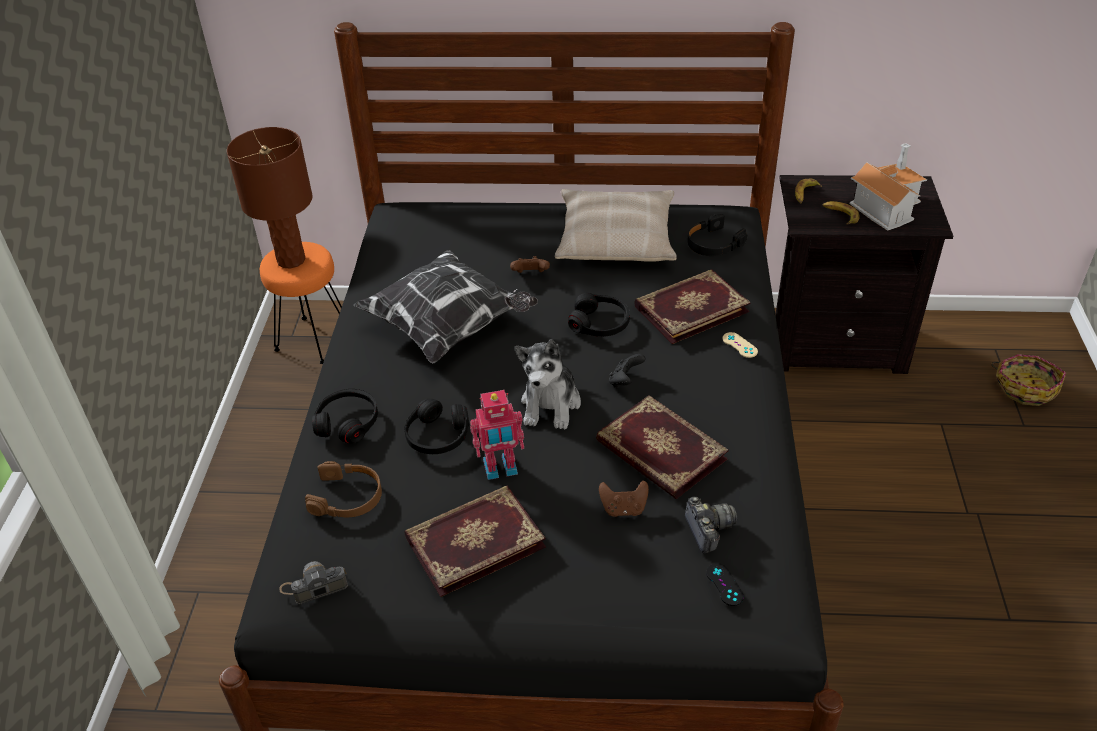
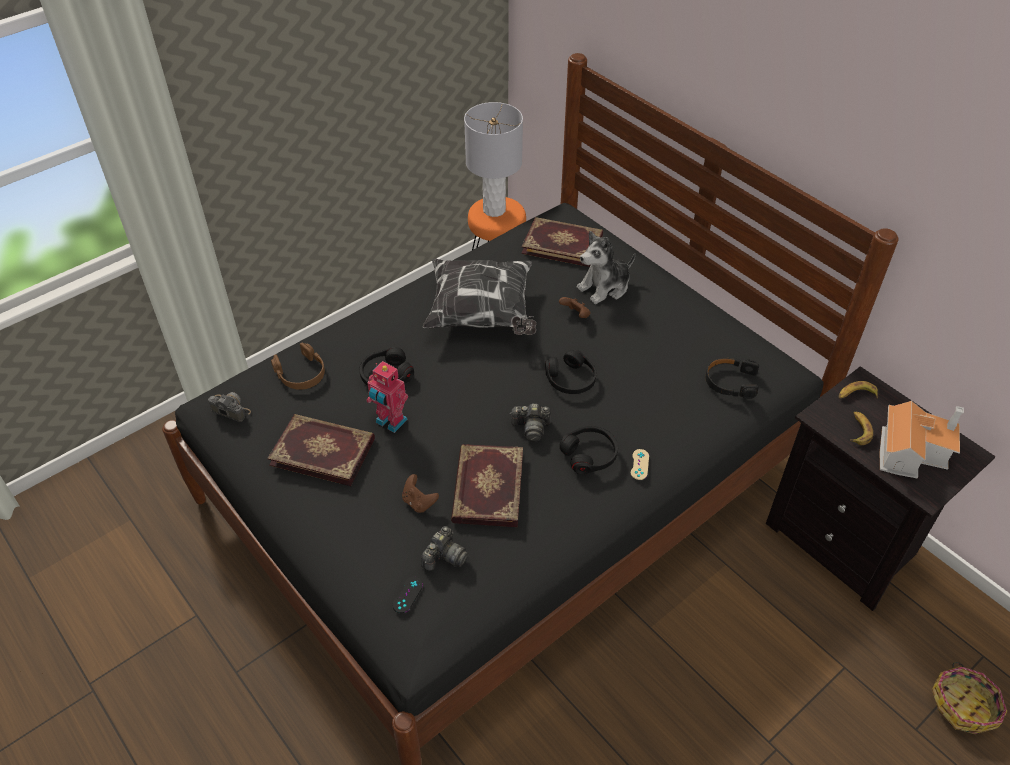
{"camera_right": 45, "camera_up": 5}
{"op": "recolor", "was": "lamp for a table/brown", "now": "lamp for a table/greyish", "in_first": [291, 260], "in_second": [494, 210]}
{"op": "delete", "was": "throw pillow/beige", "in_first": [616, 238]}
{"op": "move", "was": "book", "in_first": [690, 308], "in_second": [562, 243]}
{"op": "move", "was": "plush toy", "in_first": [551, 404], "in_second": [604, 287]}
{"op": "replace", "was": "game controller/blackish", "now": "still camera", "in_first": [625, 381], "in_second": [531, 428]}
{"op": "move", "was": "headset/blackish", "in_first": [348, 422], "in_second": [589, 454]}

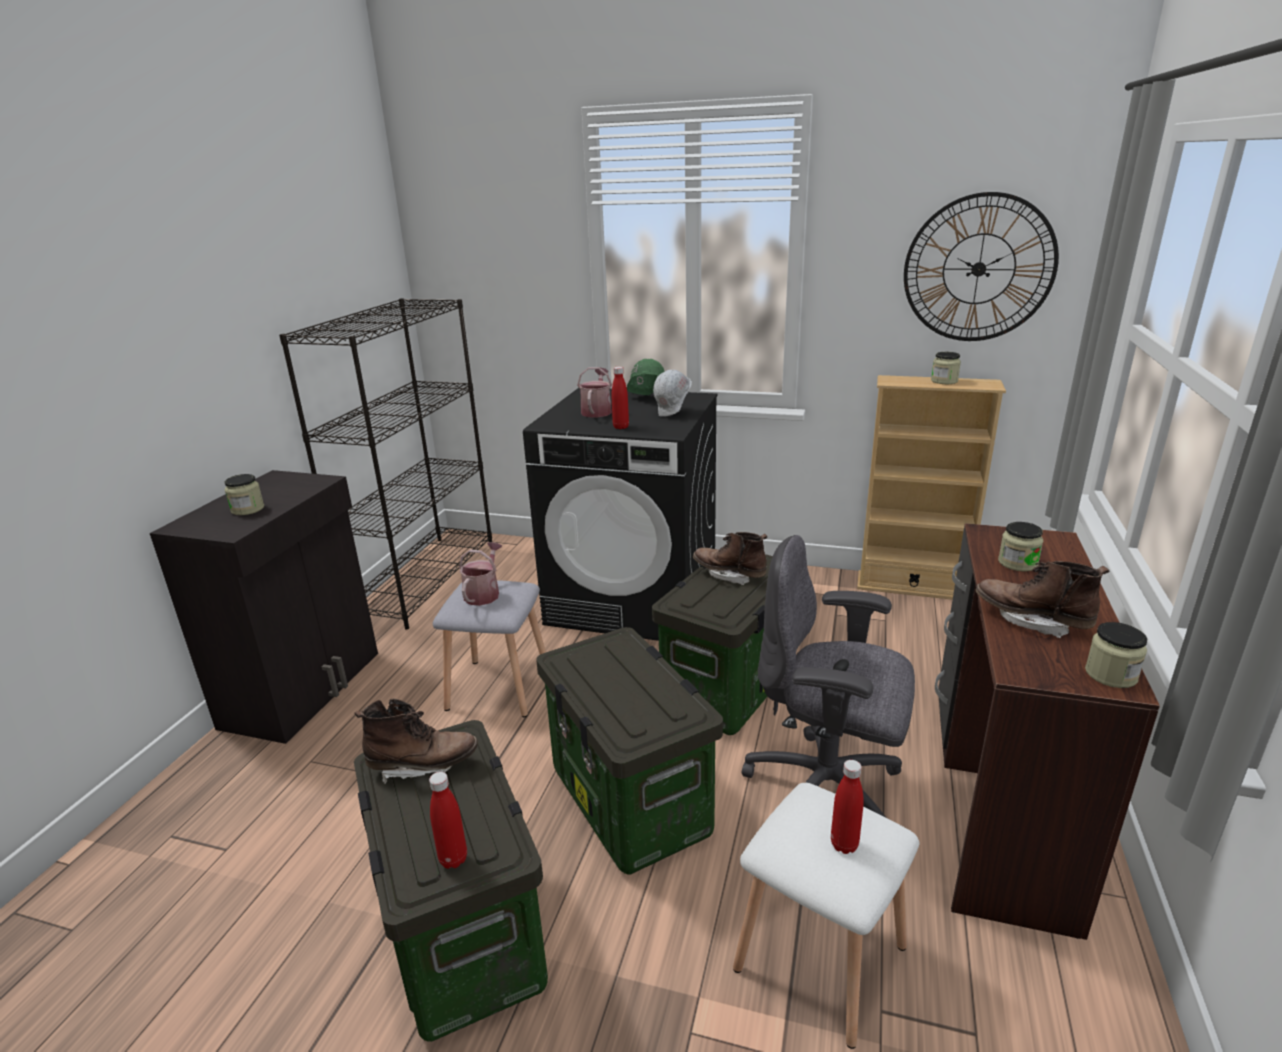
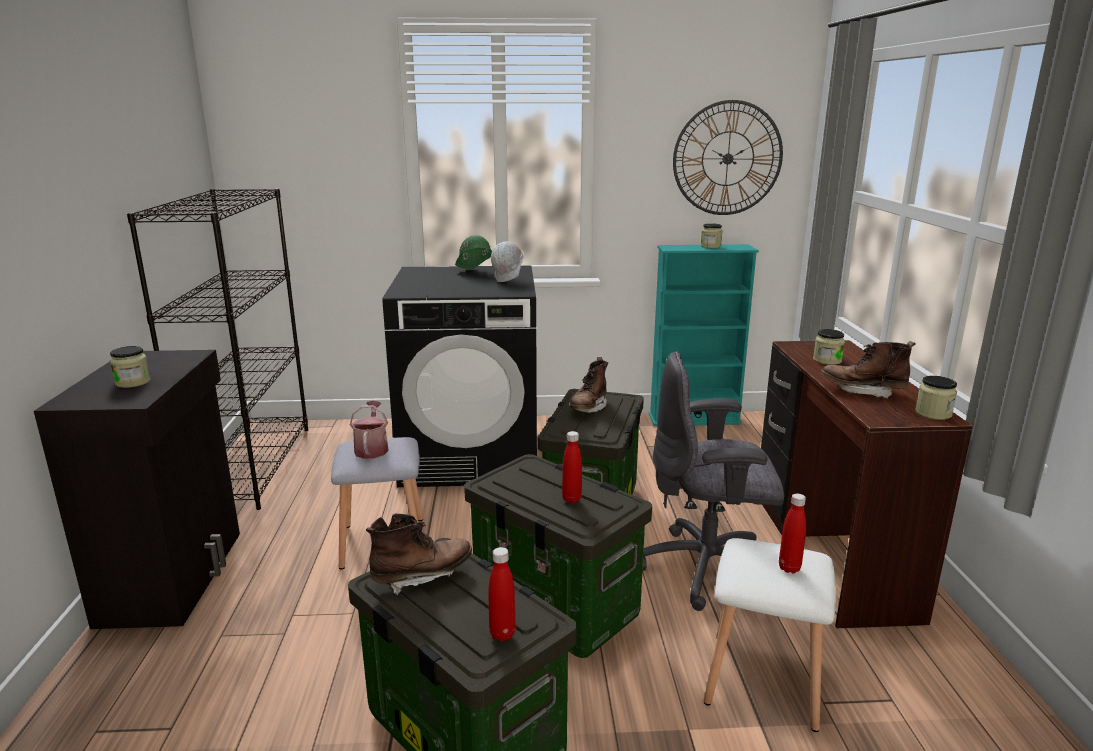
{"camera_right": -20, "camera_up": -5}
{"op": "move", "was": "bottle/reddish", "in_first": [621, 427], "in_second": [571, 499]}
{"op": "delete", "was": "sprinkling can", "in_first": [597, 411]}
{"op": "recolor", "was": "bookcase/beige", "now": "bookcase/turquoise", "in_first": [912, 586], "in_second": [694, 419]}
{"op": "rotate", "was": "boot/brown", "in_first": [729, 574], "in_second": [588, 407], "clockwise": -75}

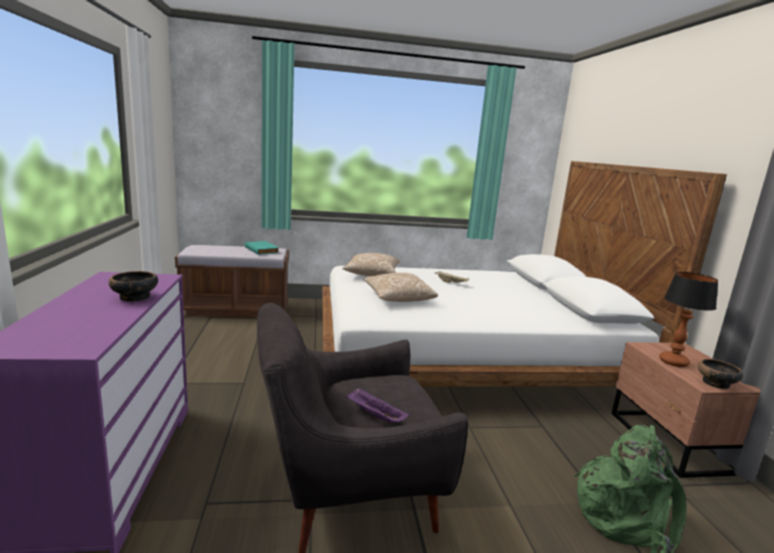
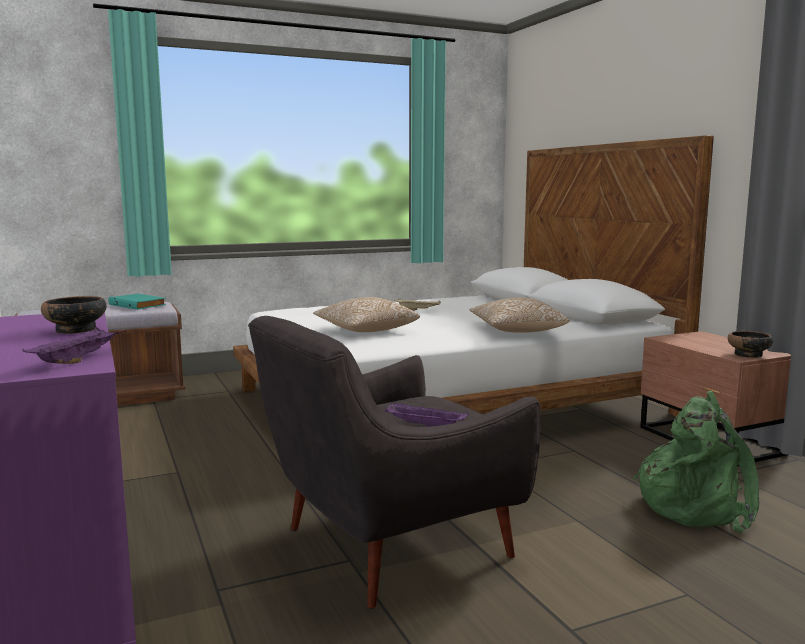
{"camera_right": -15, "camera_up": -5}
{"op": "move", "was": "throw pillow", "in_first": [371, 275], "in_second": [516, 331]}
{"op": "delete", "was": "lamp for a table", "in_first": [673, 362]}
{"op": "insert", "now": "tray/purple-coloured", "in_second": [78, 359]}

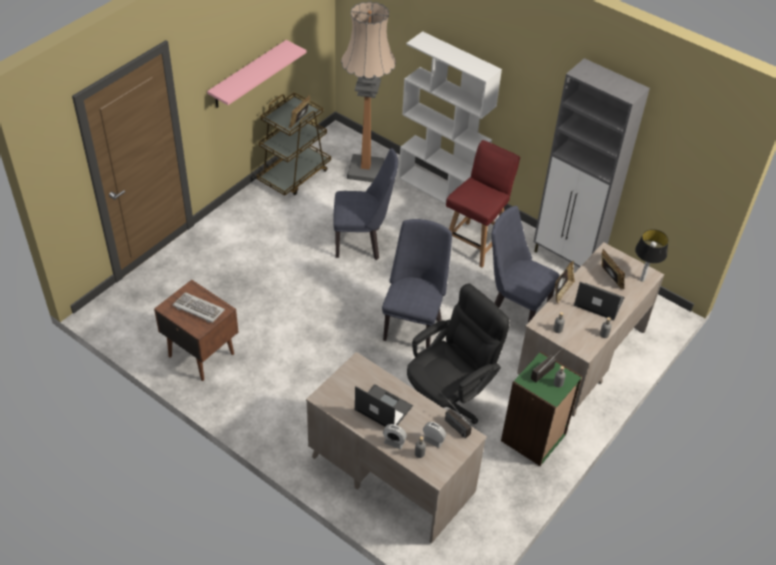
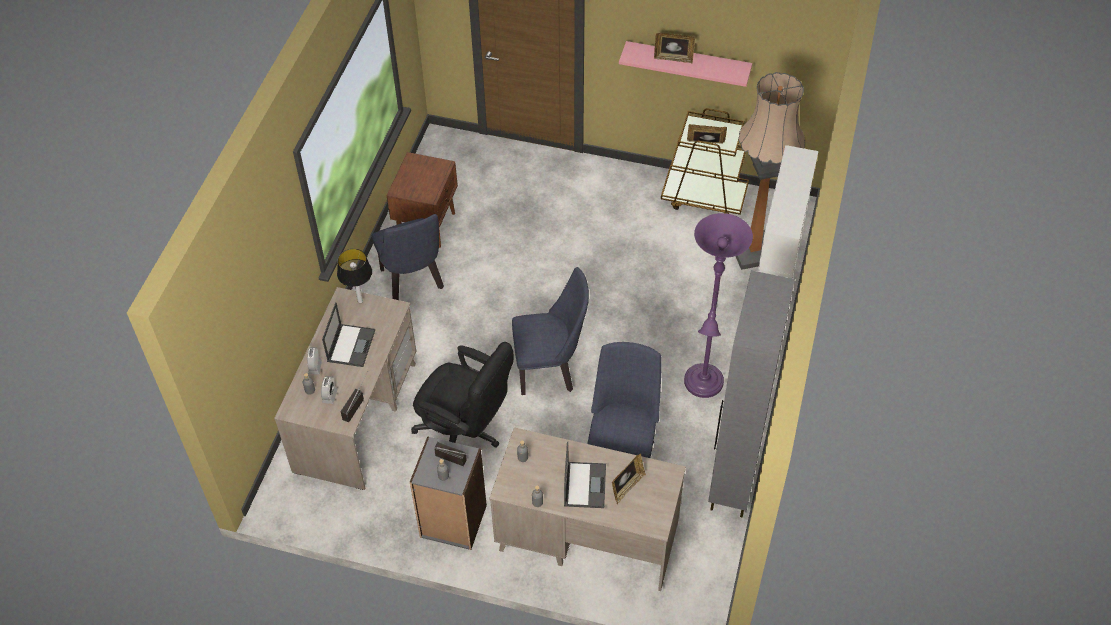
{"camera_right": 70, "camera_up": 5}
{"op": "replace", "was": "chair/reddish", "now": "standing lamp/purple-coloured", "in_first": [475, 243], "in_second": [703, 386]}
{"op": "move", "was": "chair/blue", "in_first": [363, 242], "in_second": [413, 283]}
{"op": "move", "was": "lamp for a table", "in_first": [642, 280], "in_second": [360, 301]}
{"op": "move", "was": "photo frame", "in_first": [562, 291], "in_second": [673, 58]}
{"op": "delete", "was": "computer keyboard", "in_first": [198, 309]}
{"op": "recolor", "was": "bookcase/greenish", "now": "bookcase/greyish", "in_first": [534, 438], "in_second": [453, 522]}

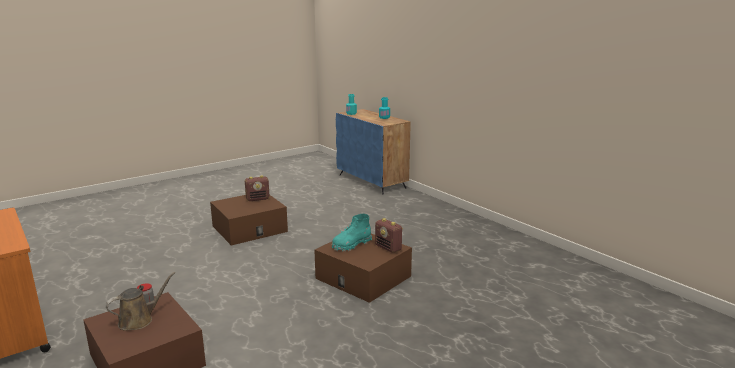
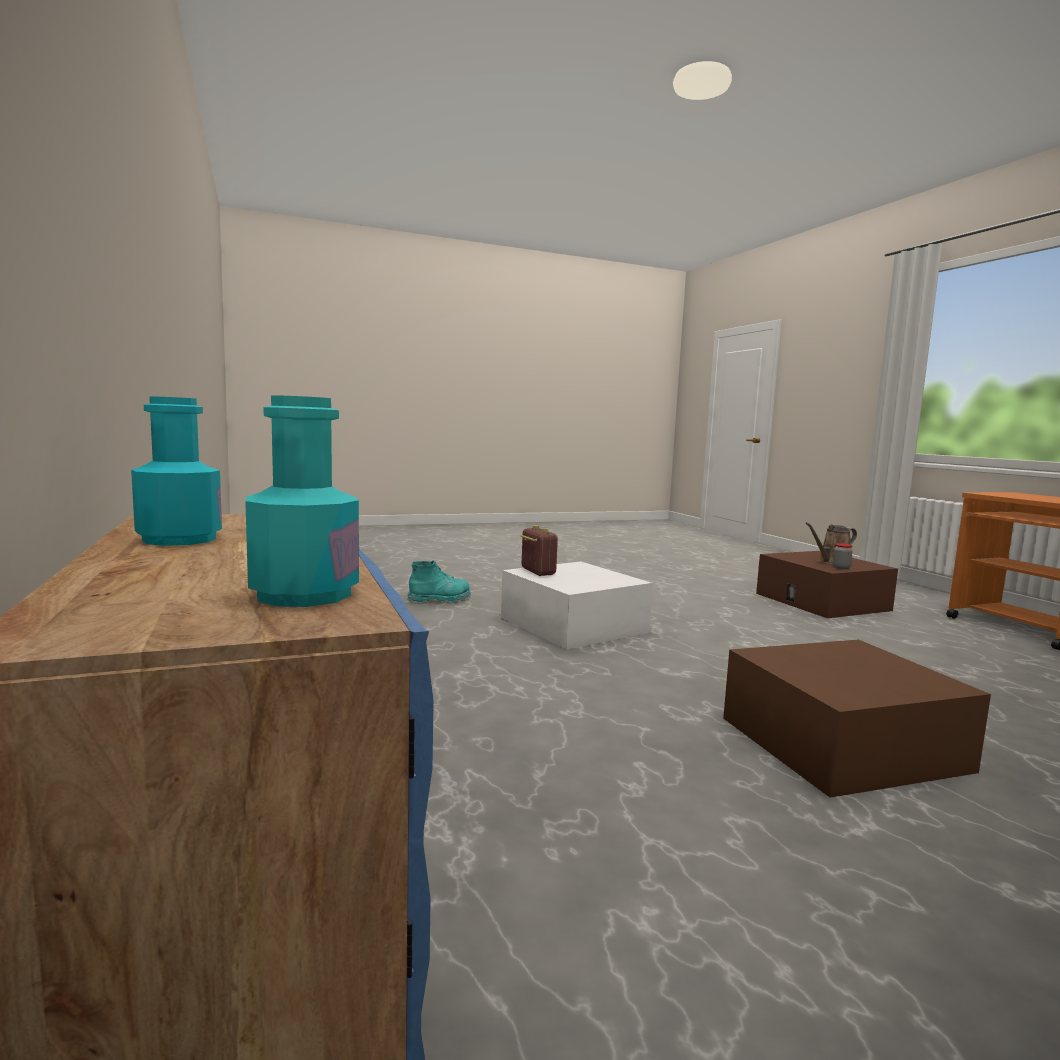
{"camera_right": -165, "camera_up": -10}
{"op": "delete", "was": "radio receiver", "in_first": [258, 199]}
{"op": "move", "was": "boot/turquoise", "in_first": [351, 245], "in_second": [440, 600]}
{"op": "recolor", "was": "storage bin/brown", "now": "storage bin/white", "in_first": [363, 277], "in_second": [573, 625]}

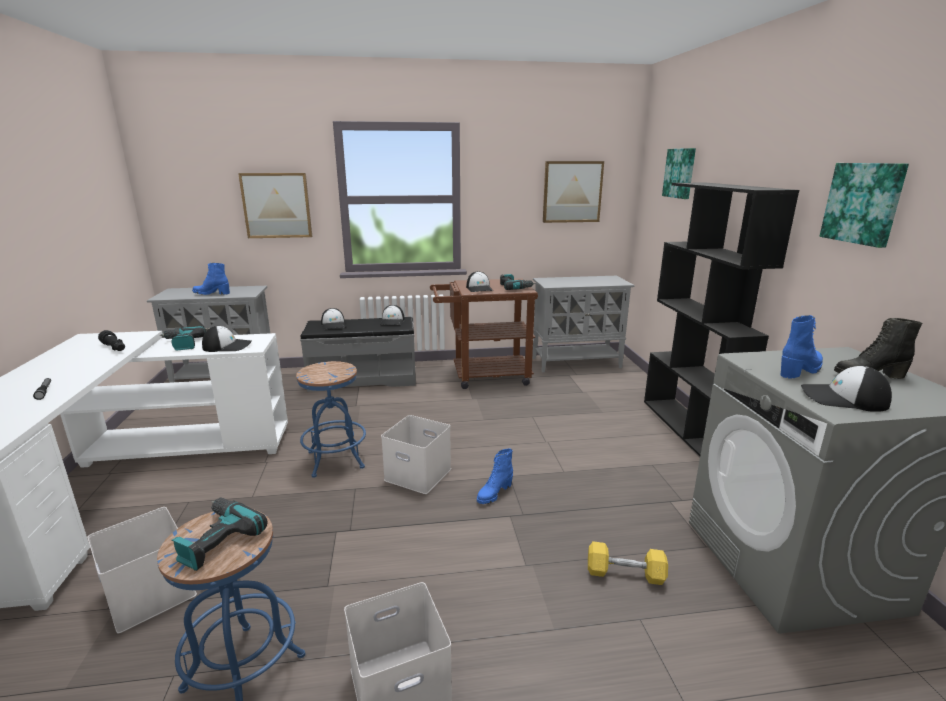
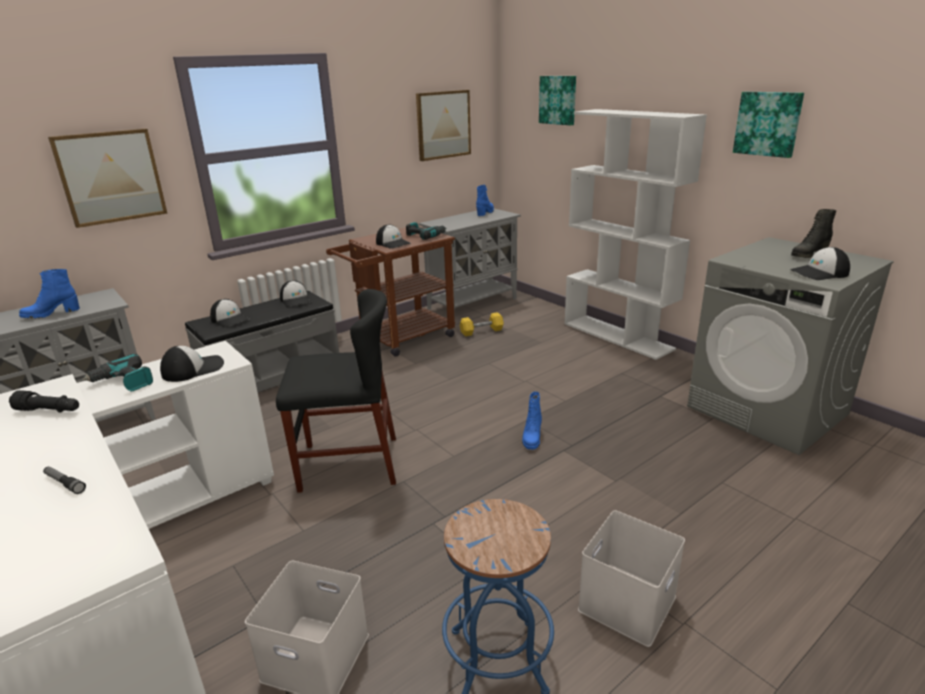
{"camera_right": -30, "camera_up": 5}
{"op": "recolor", "was": "bookcase/blackish", "now": "bookcase/white", "in_first": [689, 428], "in_second": [618, 336]}
{"op": "move", "was": "boot/blue", "in_first": [800, 370], "in_second": [485, 212]}
{"op": "replace", "was": "stool/blue", "now": "chair/blackish", "in_first": [336, 460], "in_second": [349, 464]}
{"op": "delete", "was": "storage bin/white", "in_first": [419, 474]}
{"op": "delete", "was": "electric drill", "in_first": [216, 539]}
{"op": "move", "was": "hand weight/yellow-coloured", "in_first": [625, 574], "in_second": [481, 331]}

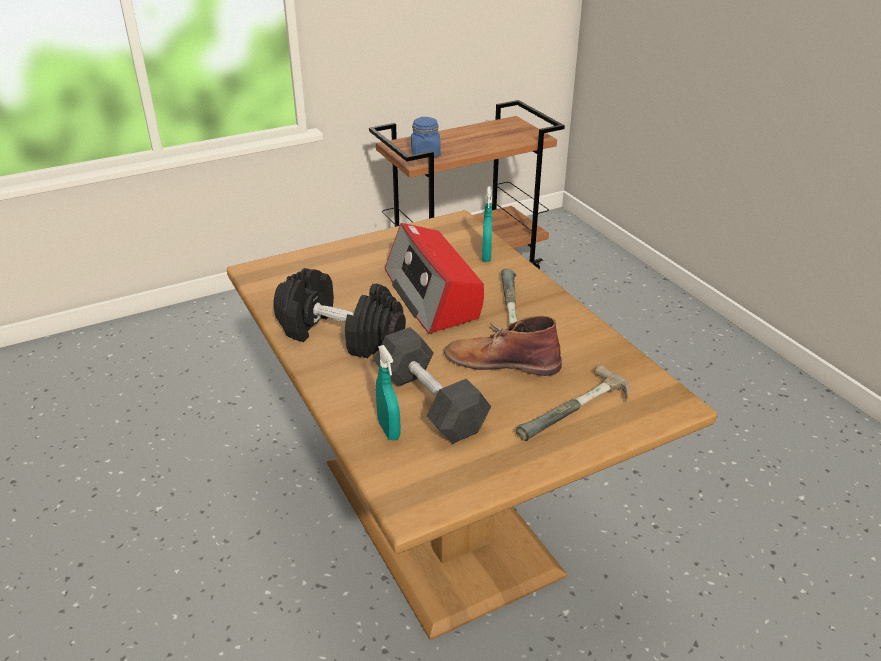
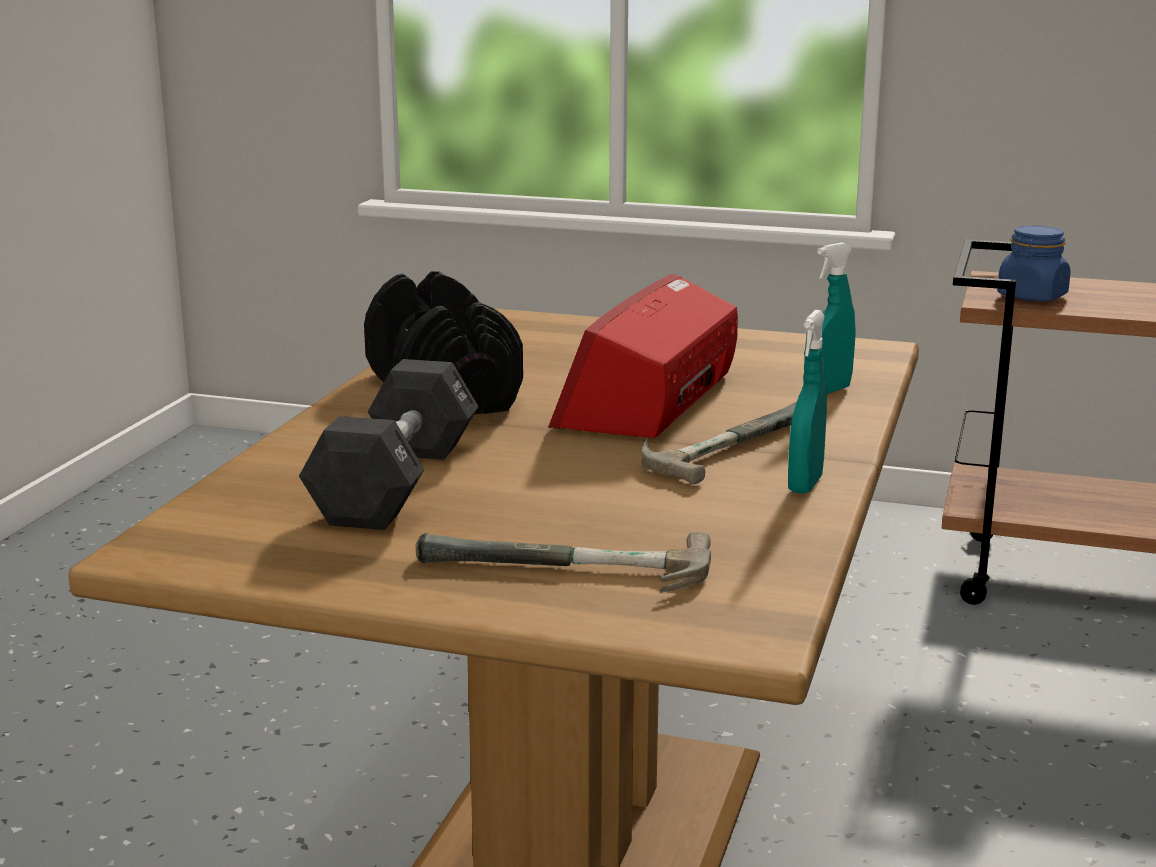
{"camera_right": 45, "camera_up": -15}
{"op": "delete", "was": "boot/brown", "in_first": [501, 361]}
{"op": "move", "was": "sprayer/turquoise", "in_first": [389, 430], "in_second": [805, 485]}

